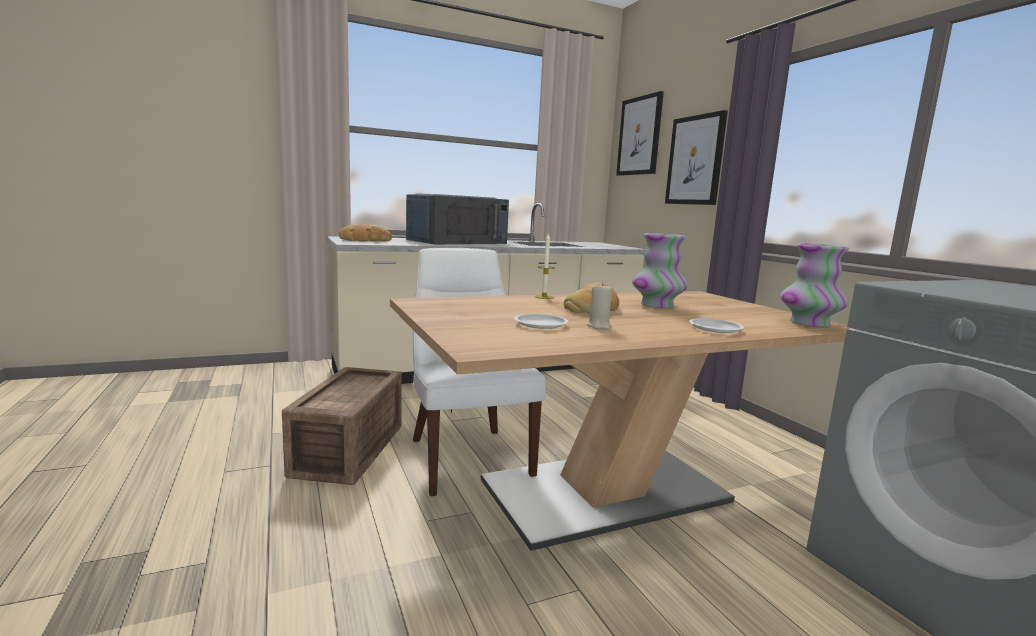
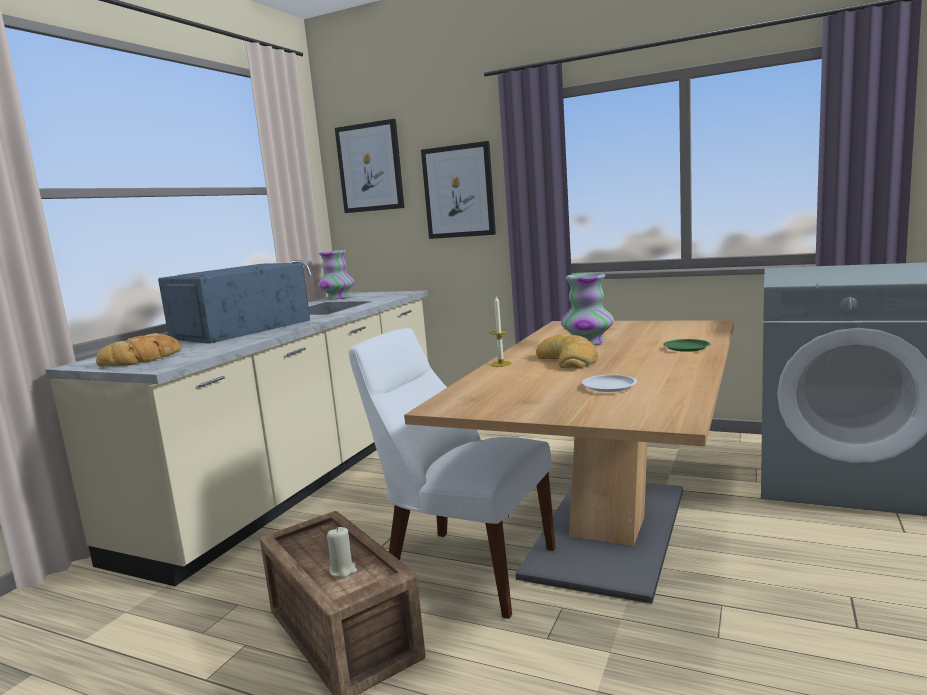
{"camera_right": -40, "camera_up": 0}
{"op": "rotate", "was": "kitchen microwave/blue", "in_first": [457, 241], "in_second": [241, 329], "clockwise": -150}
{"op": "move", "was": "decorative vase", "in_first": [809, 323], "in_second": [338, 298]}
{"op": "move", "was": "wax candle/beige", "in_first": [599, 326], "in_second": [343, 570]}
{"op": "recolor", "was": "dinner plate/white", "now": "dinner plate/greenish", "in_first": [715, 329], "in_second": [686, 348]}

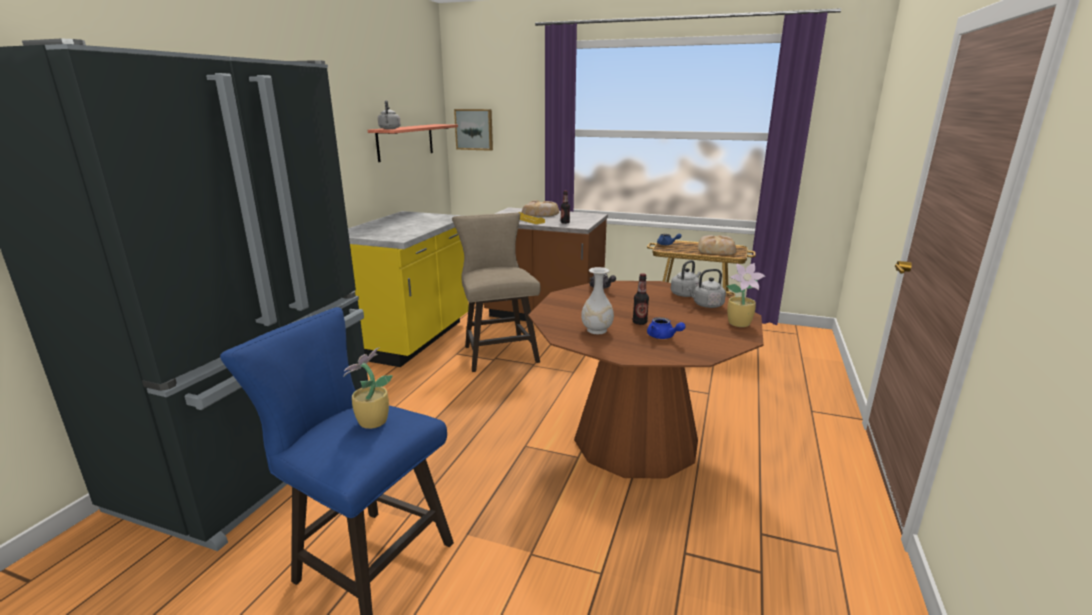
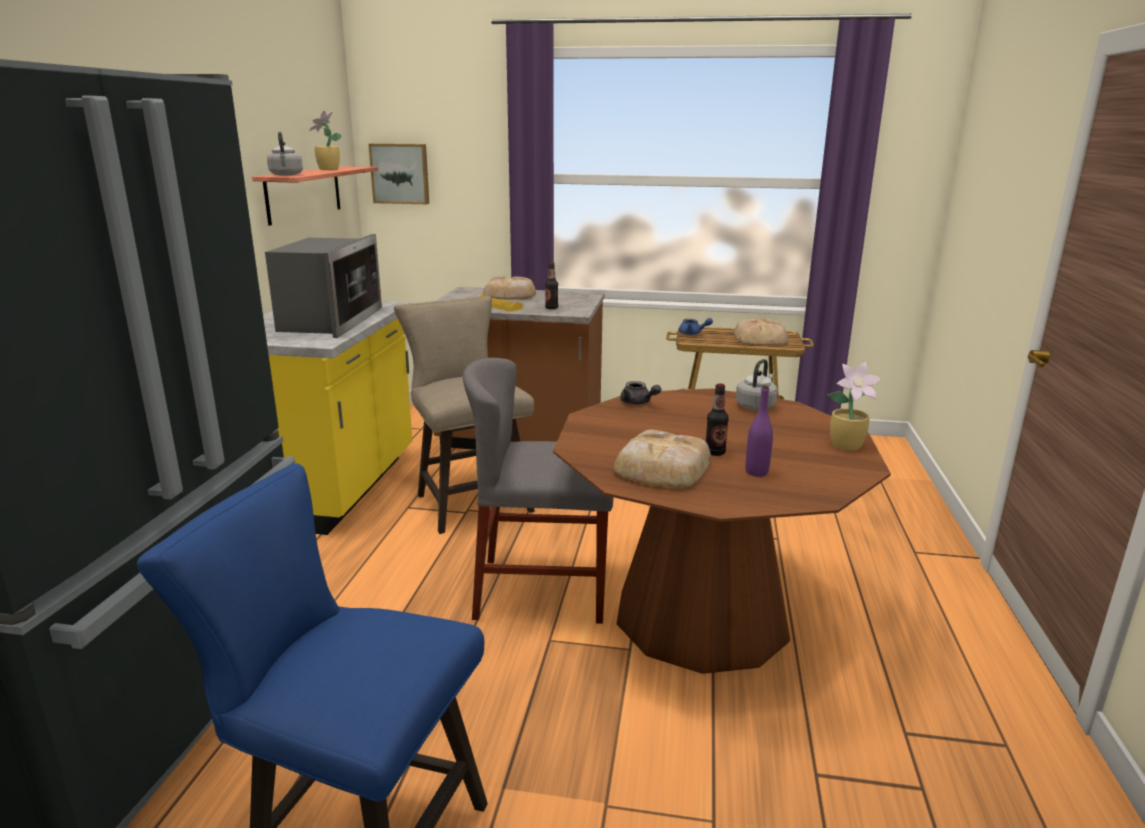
{"camera_right": -10, "camera_up": 0}
{"op": "replace", "was": "decorative vase/white", "now": "bread", "in_first": [596, 330], "in_second": [661, 468]}
{"op": "delete", "was": "water kettle/greyish", "in_first": [706, 305]}
{"op": "replace", "was": "teapot/blue", "now": "bottle/purple-coloured", "in_first": [663, 337], "in_second": [756, 472]}
{"op": "move", "was": "plant in a pot", "in_first": [371, 422], "in_second": [328, 169]}
{"op": "insert", "now": "kitchen microwave", "in_second": [330, 320]}
{"op": "insert", "now": "chair/greyish", "in_second": [542, 590]}

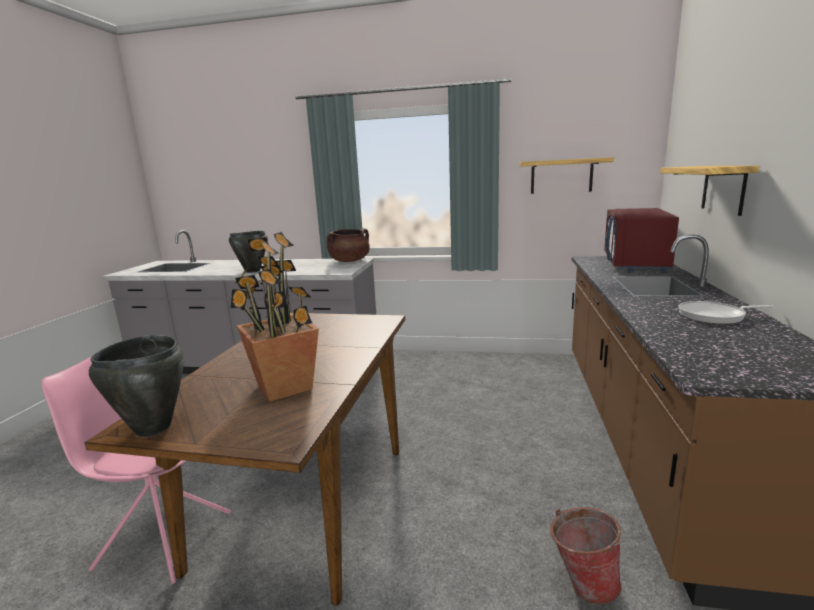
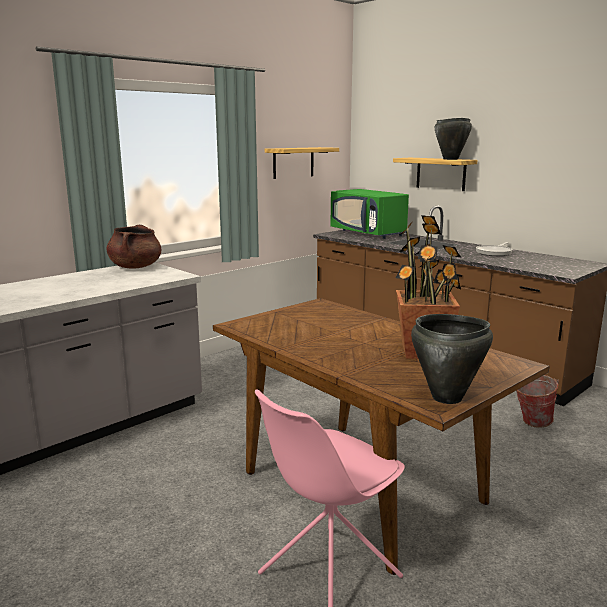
{"camera_right": -55, "camera_up": 0}
{"op": "recolor", "was": "kitchen microwave/reddish", "now": "kitchen microwave/greenish", "in_first": [635, 263], "in_second": [368, 233]}
{"op": "move", "was": "stockpot/blackish", "in_first": [252, 271], "in_second": [450, 159]}

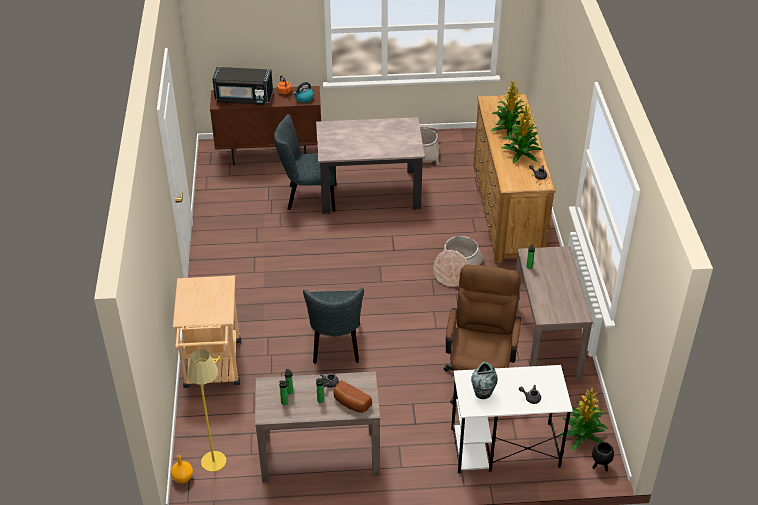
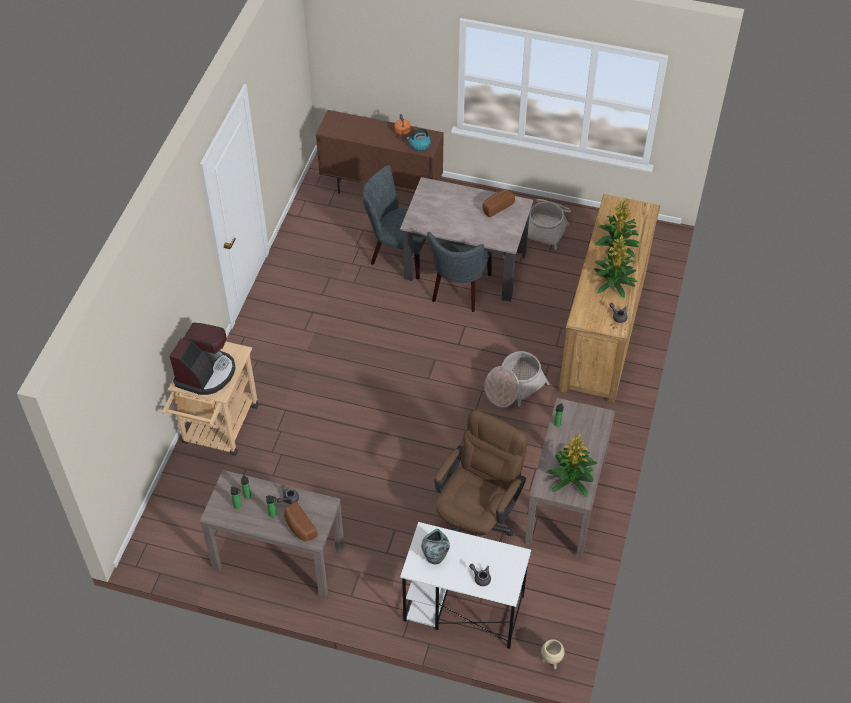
{"camera_right": 20, "camera_up": 10}
{"op": "delete", "was": "kitchen microwave/blackish", "in_first": [243, 98]}
{"op": "move", "was": "chair/greyish", "in_first": [336, 346], "in_second": [459, 290]}
{"op": "delete", "was": "standing lamp/yellow-coloured", "in_first": [217, 470]}
{"op": "move", "was": "plant in a pot", "in_first": [582, 434], "in_second": [571, 478]}
{"op": "recolor", "was": "planter/blackish", "now": "planter/beige", "in_first": [600, 466], "in_second": [551, 661]}
{"op": "delete", "was": "decorative vase/orange-coloured", "in_first": [182, 478]}
{"op": "insert", "now": "bread", "in_second": [496, 206]}
{"op": "insert", "now": "coffee maker", "in_second": [206, 373]}

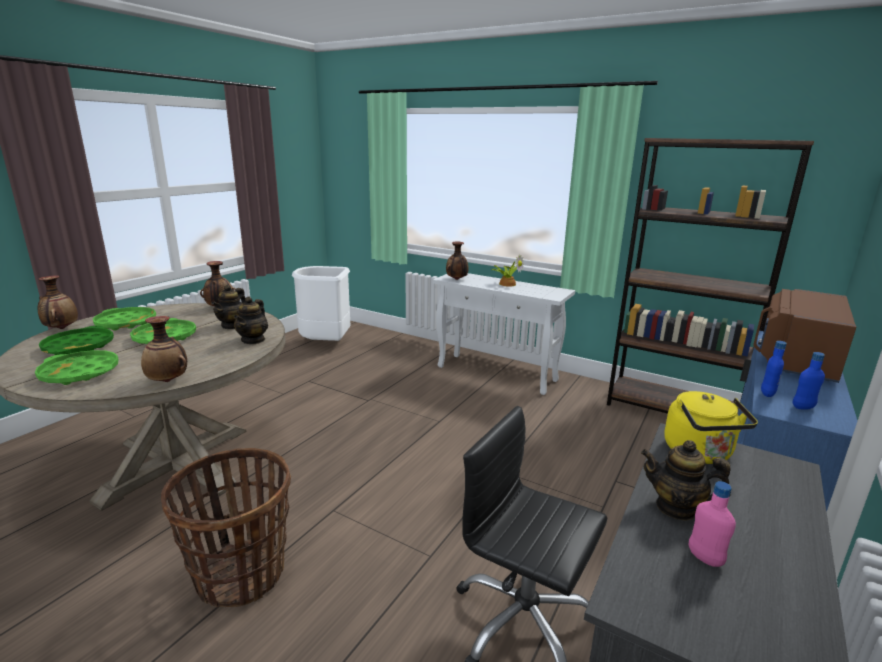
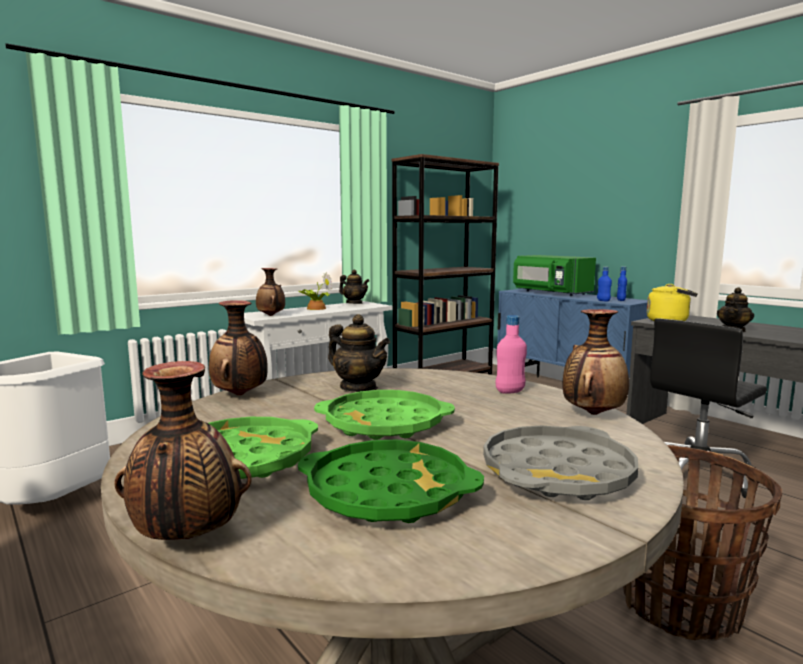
{"camera_right": -70, "camera_up": -10}
{"op": "recolor", "was": "kitchen microwave/brown", "now": "kitchen microwave/greenish", "in_first": [795, 358], "in_second": [550, 293]}
{"op": "move", "was": "teapot", "in_first": [253, 340], "in_second": [354, 303]}
{"op": "recolor", "was": "tray/greenish", "now": "tray/greyish", "in_first": [80, 373], "in_second": [557, 473]}
{"op": "move", "was": "bottle/pink-coloured", "in_first": [705, 558], "in_second": [510, 391]}

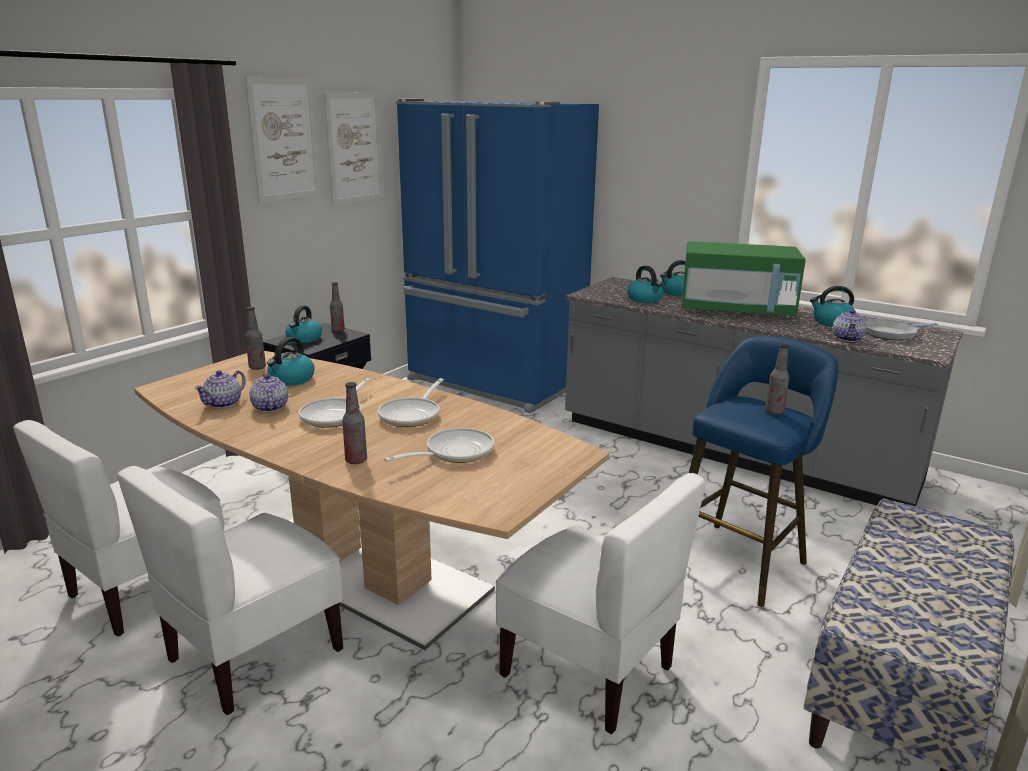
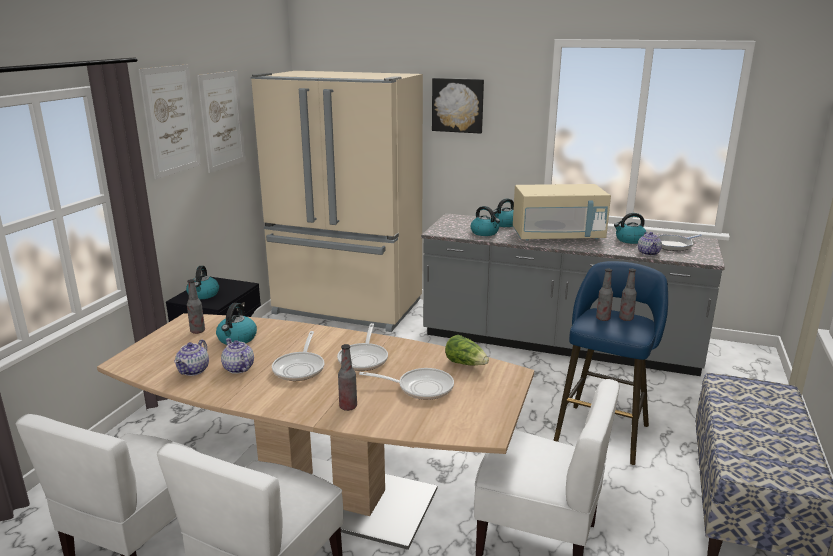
{"camera_right": -15, "camera_up": 0}
{"op": "recolor", "was": "kitchen fridge/blue", "now": "kitchen fridge/beige", "in_first": [494, 383], "in_second": [347, 308]}
{"op": "recolor", "was": "kitchen microwave/greenish", "now": "kitchen microwave/beige", "in_first": [736, 311], "in_second": [558, 236]}
{"op": "move", "was": "bottle", "in_first": [338, 330], "in_second": [603, 319]}
{"op": "rotate", "was": "skillet", "in_first": [454, 452], "in_second": [420, 387], "clockwise": 60}
{"op": "insert", "now": "picture", "in_second": [458, 105]}
{"op": "insert", "now": "lettuce head", "in_second": [466, 364]}

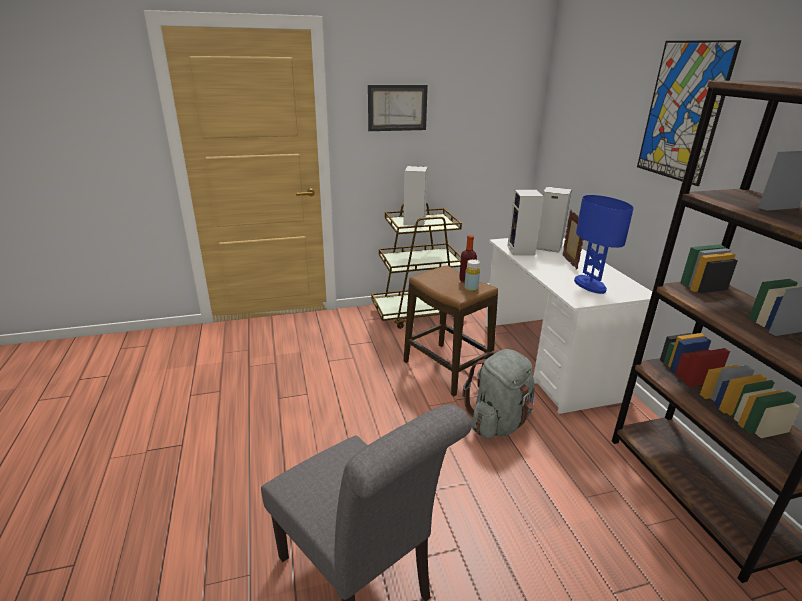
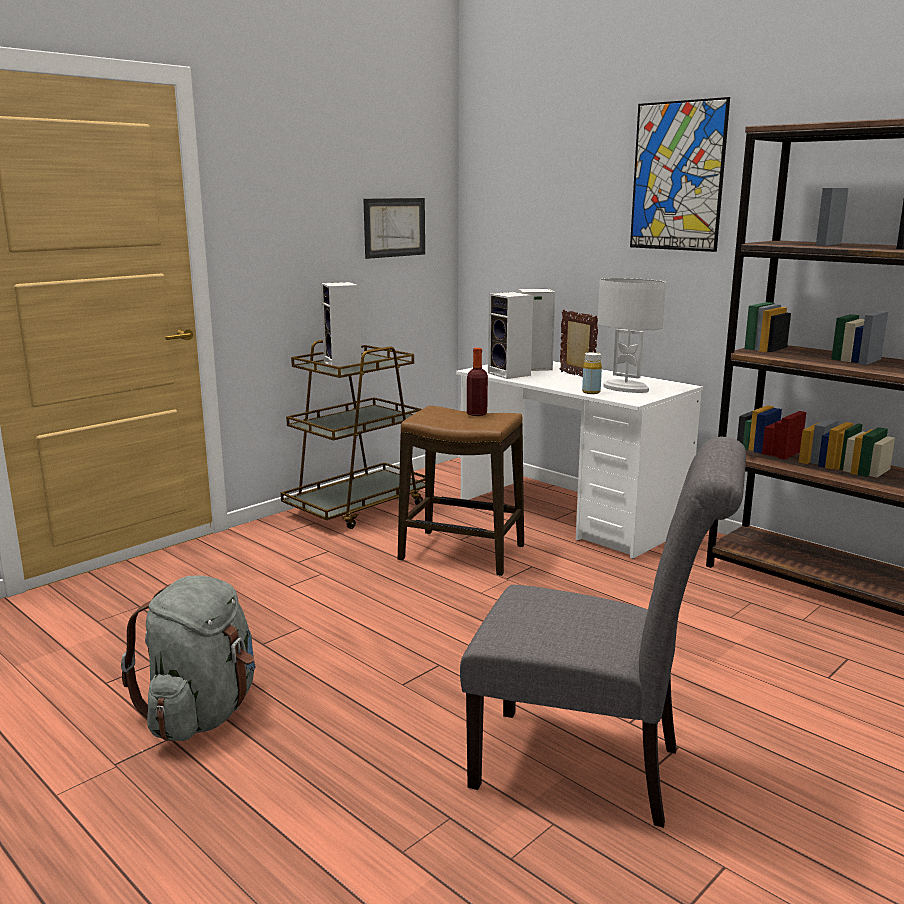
{"camera_right": -30, "camera_up": -10}
{"op": "move", "was": "picture", "in_first": [397, 108], "in_second": [394, 227]}
{"op": "recolor", "was": "lamp for a table/blue", "now": "lamp for a table/white", "in_first": [590, 285], "in_second": [626, 388]}
{"op": "move", "was": "bottle/yellow-coloured", "in_first": [471, 289], "in_second": [591, 392]}
{"op": "move", "was": "backpack/greyish", "in_first": [499, 422], "in_second": [202, 713]}

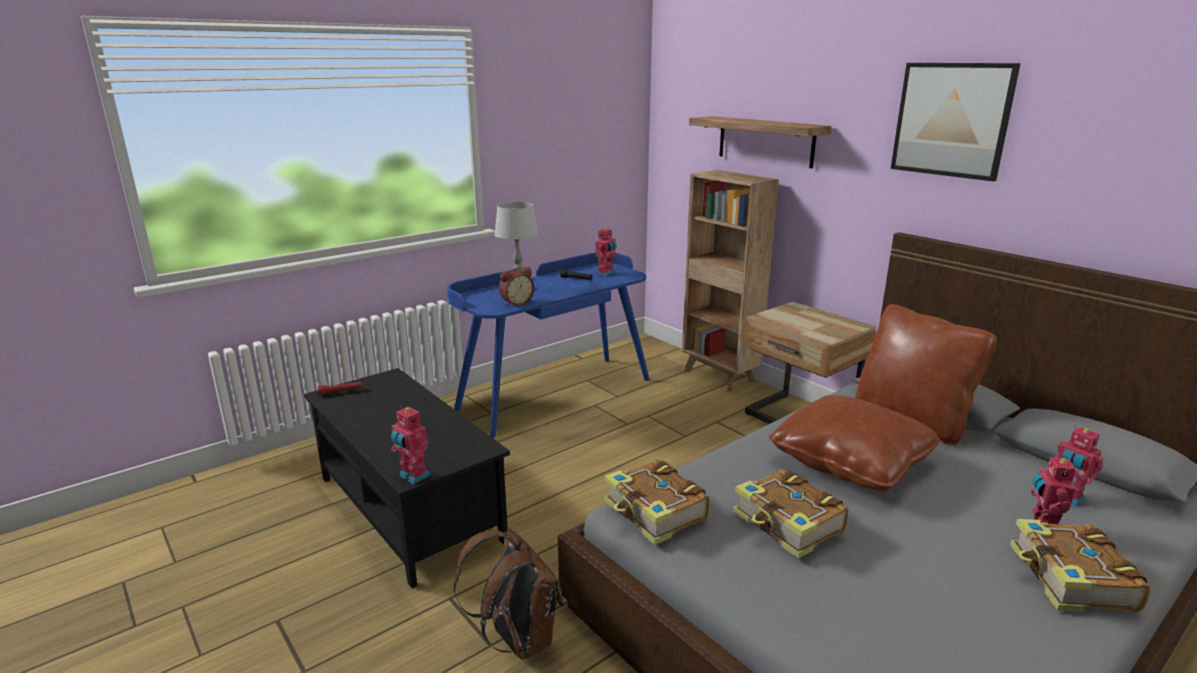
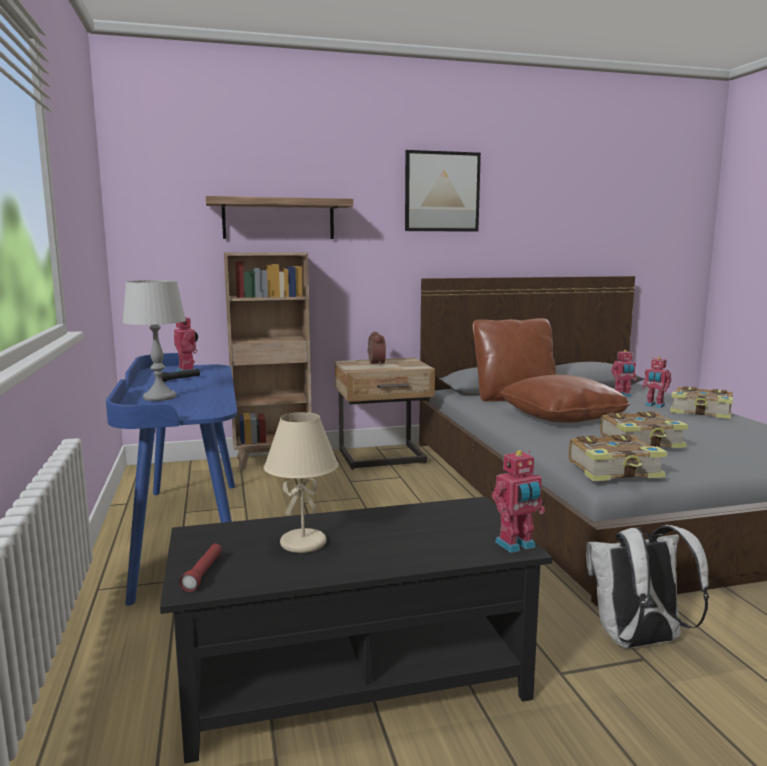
{"camera_right": -65, "camera_up": -10}
{"op": "move", "was": "alarm clock", "in_first": [516, 303], "in_second": [374, 363]}
{"op": "recolor", "was": "backpack/brown", "now": "backpack/white", "in_first": [517, 639], "in_second": [638, 642]}
{"op": "insert", "now": "lamp for a table/beige", "in_second": [304, 543]}

